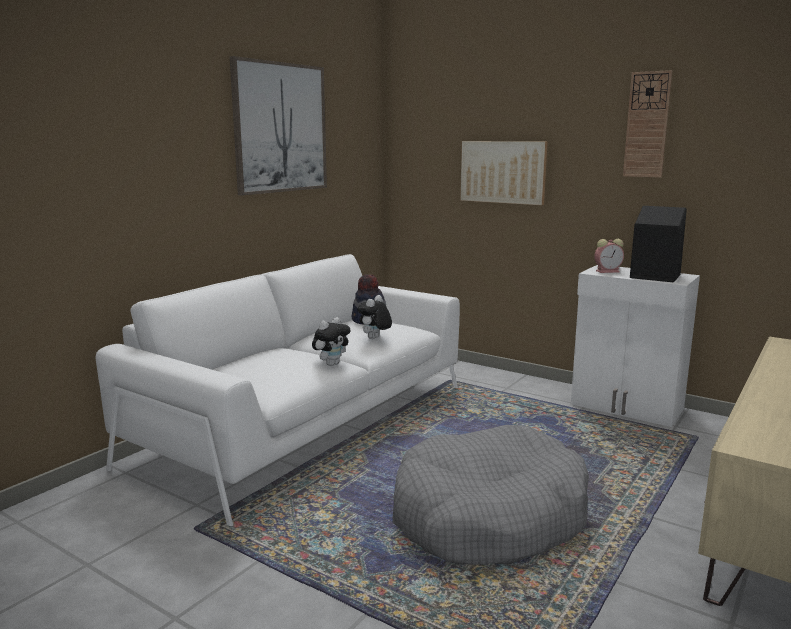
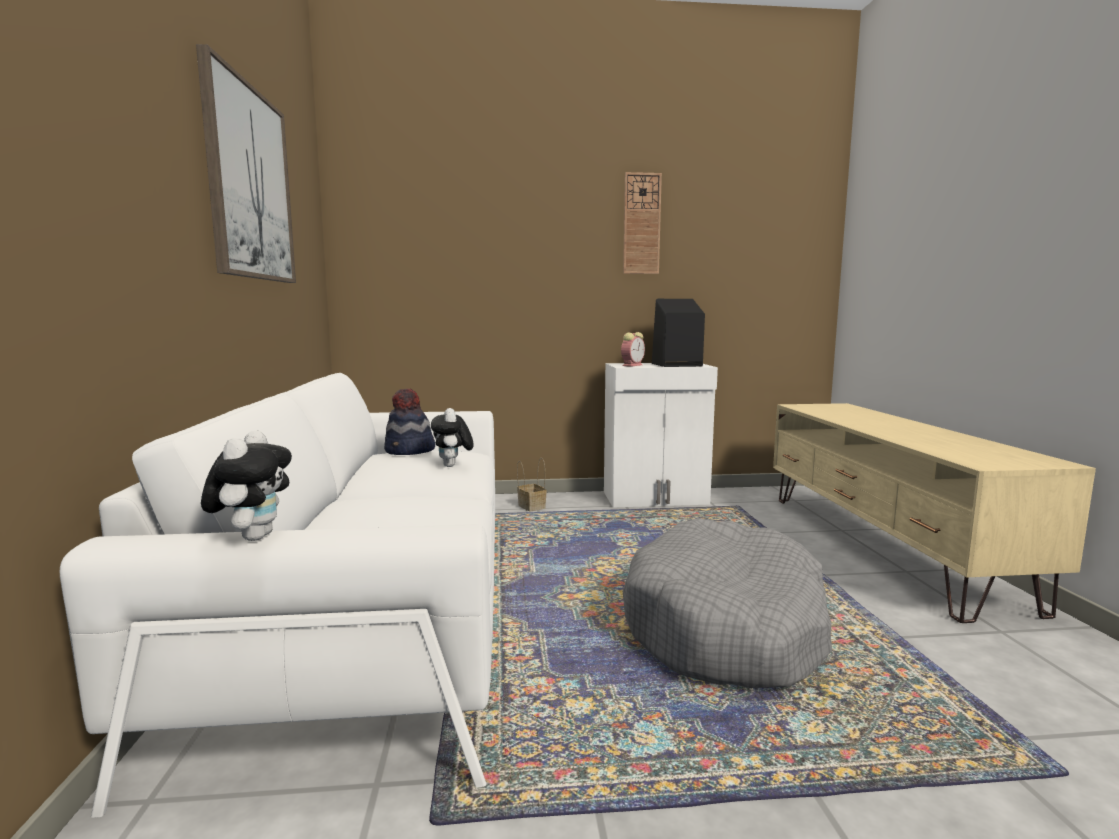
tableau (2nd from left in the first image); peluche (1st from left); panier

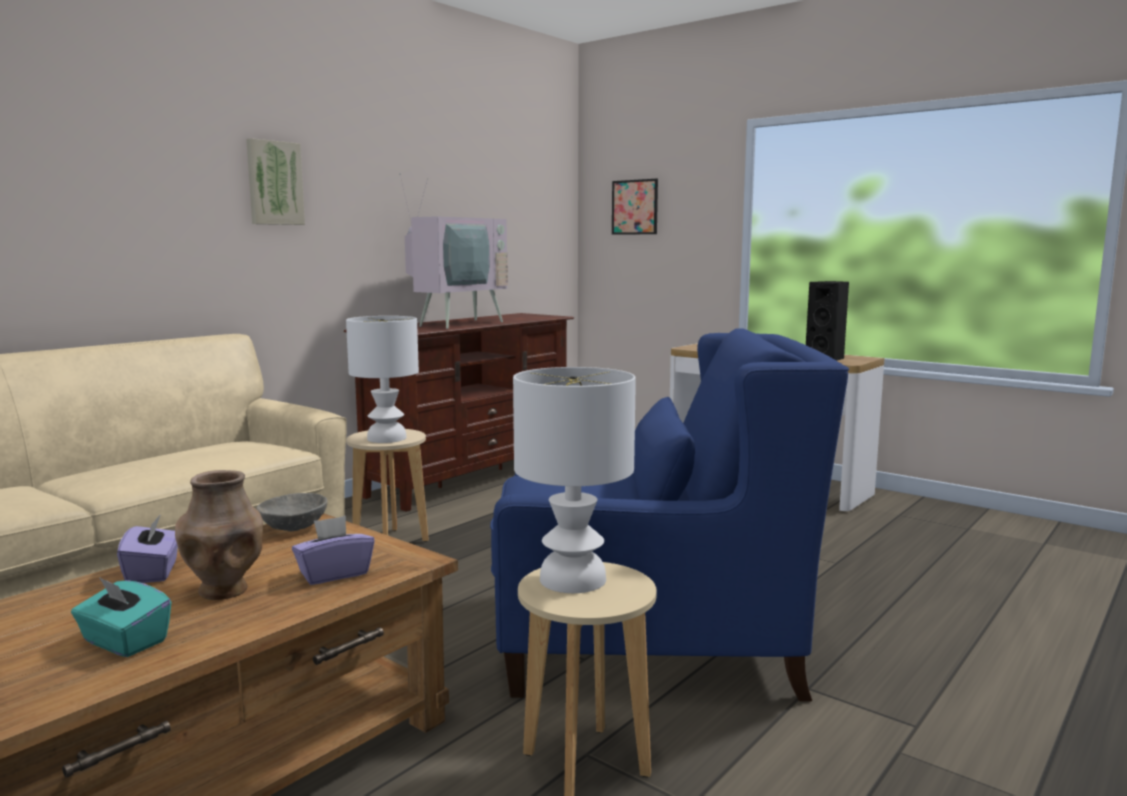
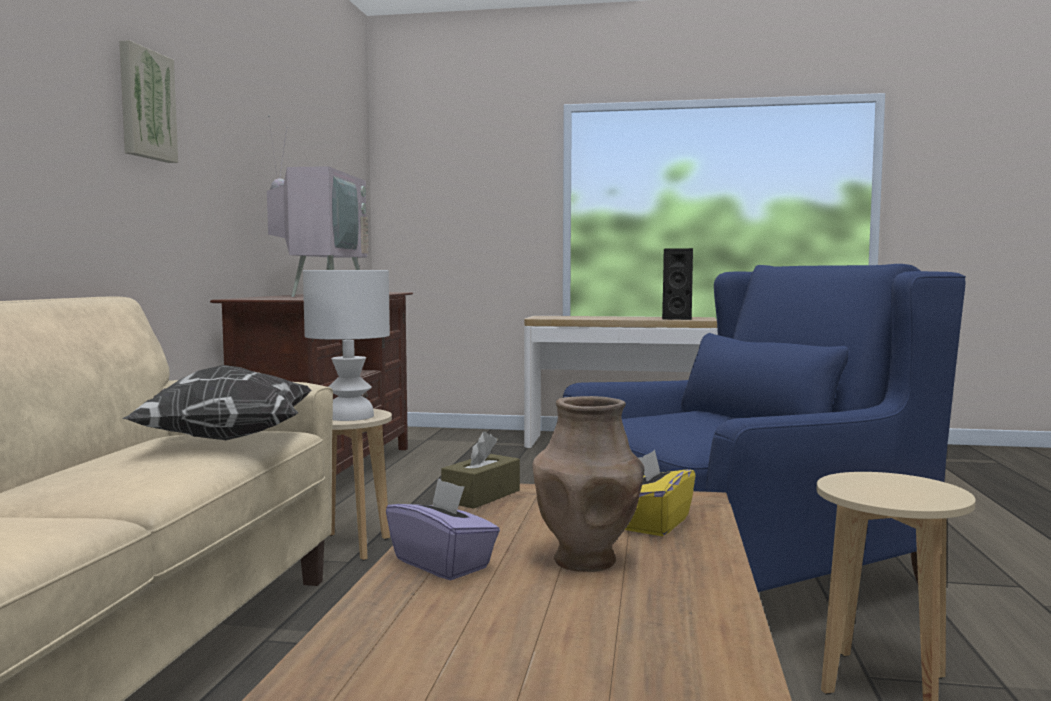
tableau (2nd from left in the first image); lampe de table [blanc] (2nd from left in the first image); boîte à mouchoirs [marron]; boîte à mouchoirs [jaune]; boîte à mouchoirs [turquoise]; coussin

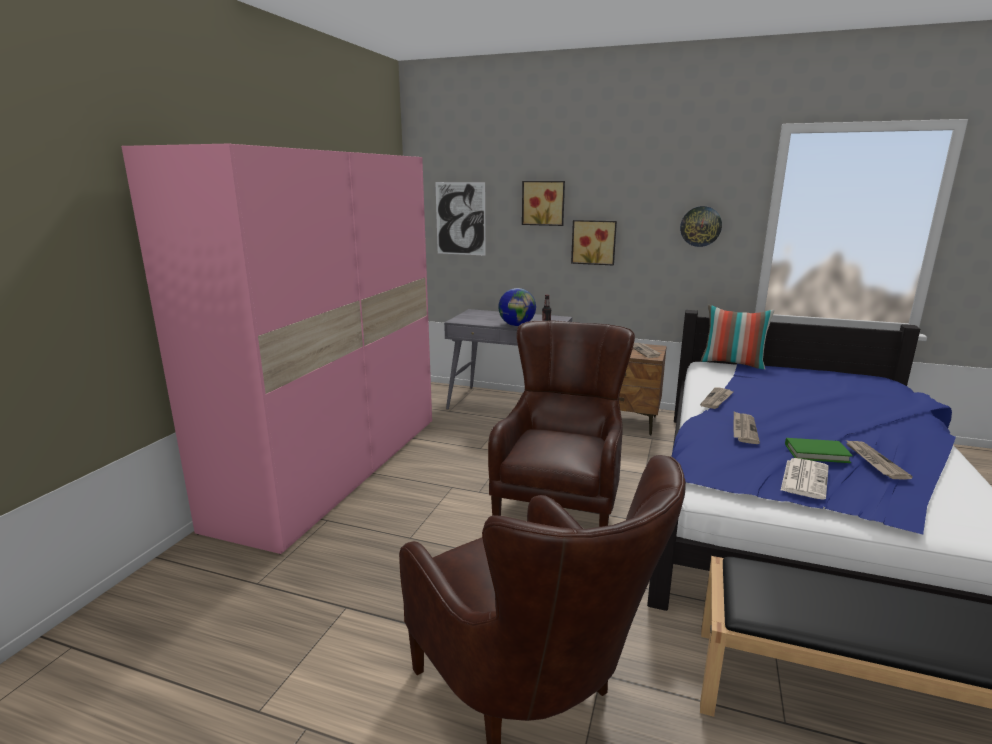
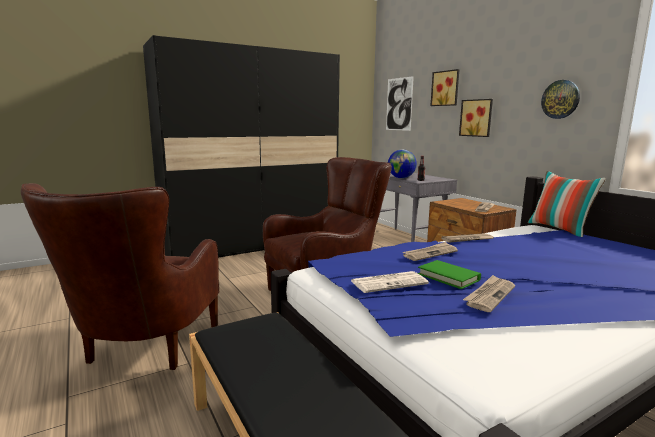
armoire [noir]

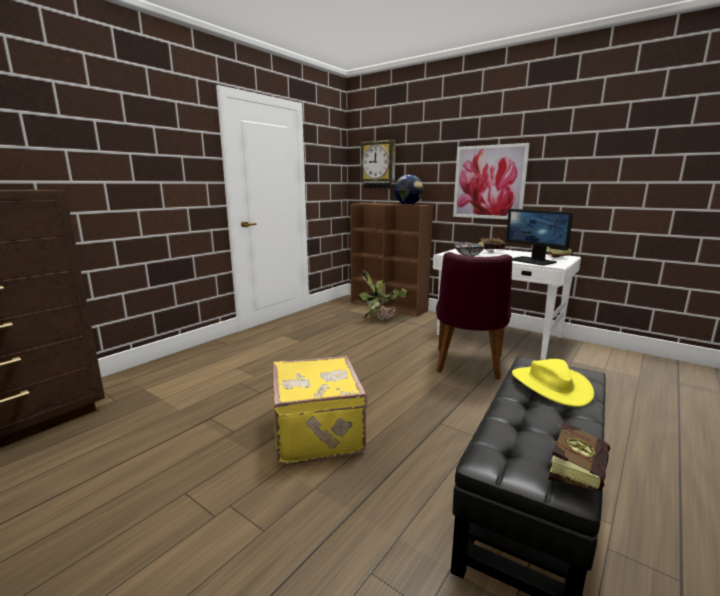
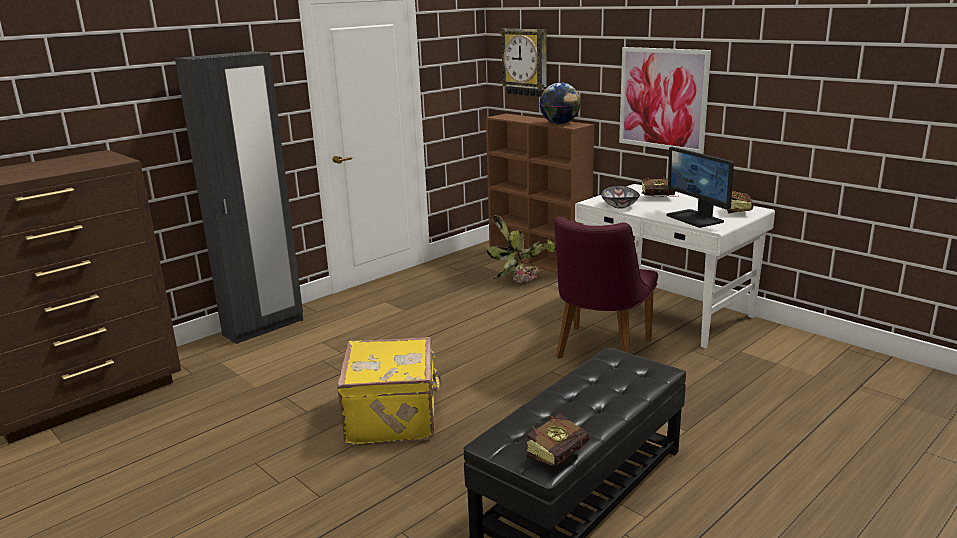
chapeau [jaune]; armoire [noir]

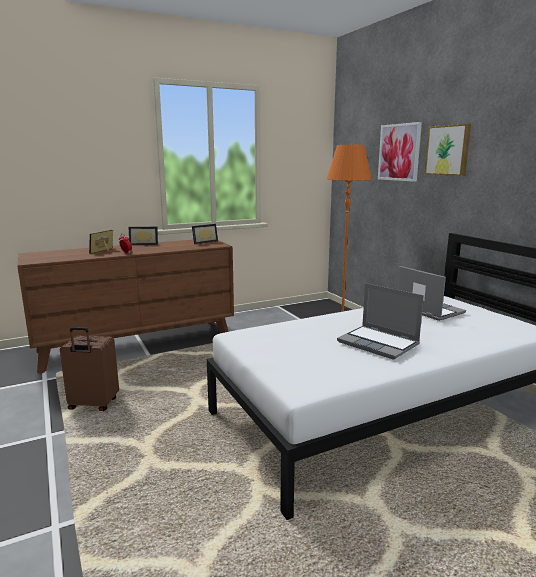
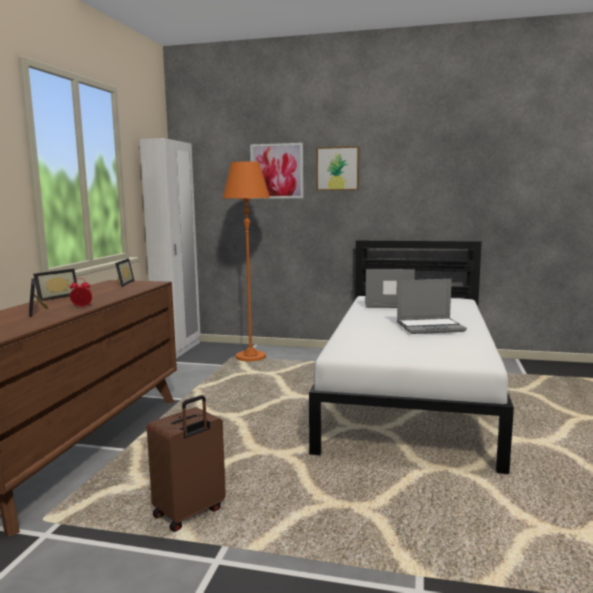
armoire [blanc]

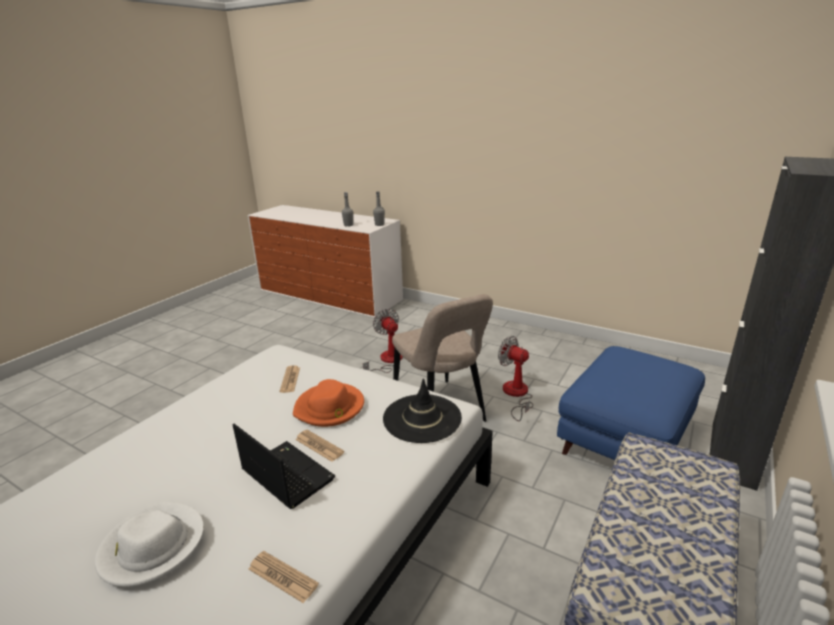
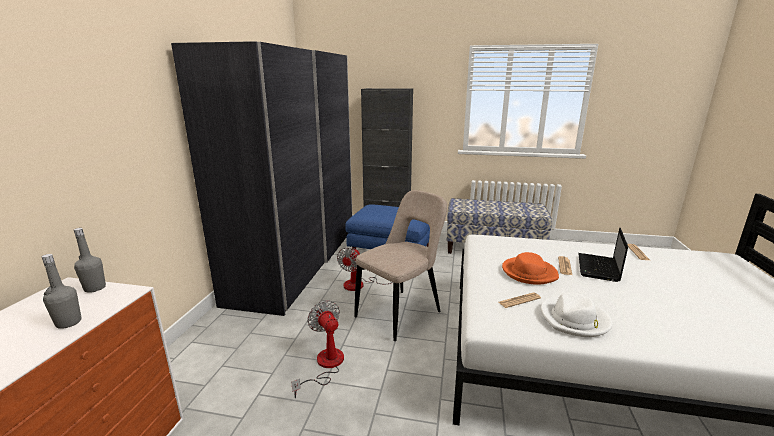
ventilateur (1st from left); chapeau [noir]; chapeau [blanc]; armoire [gris]

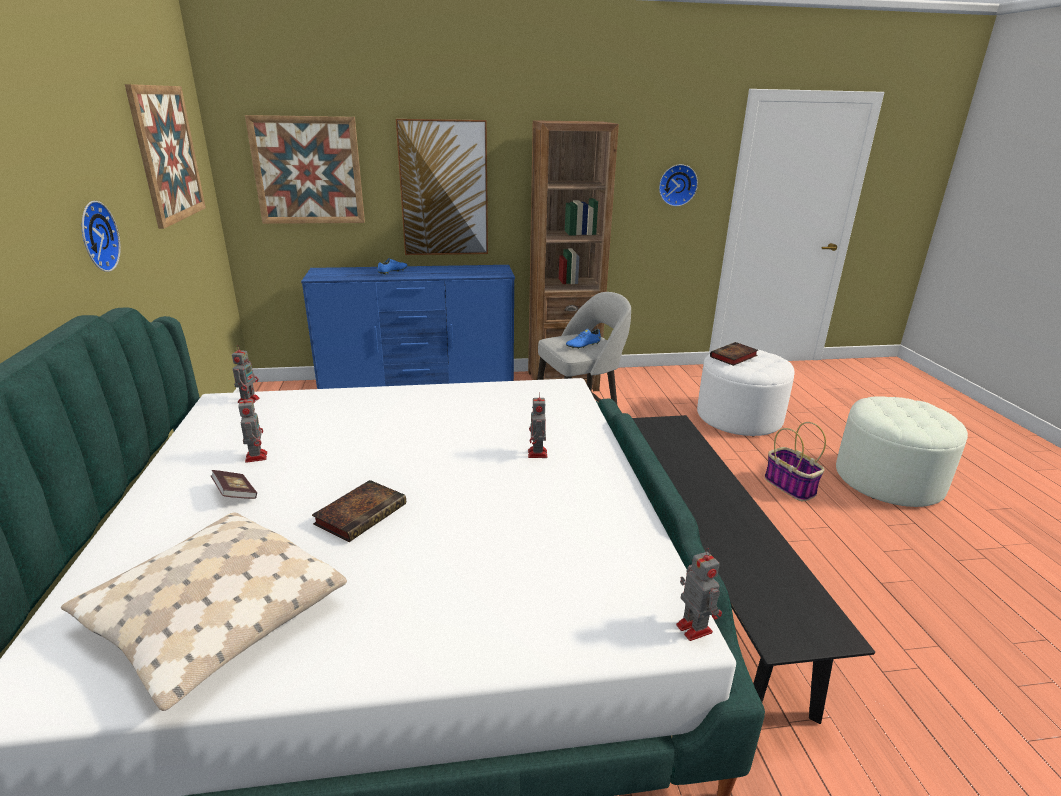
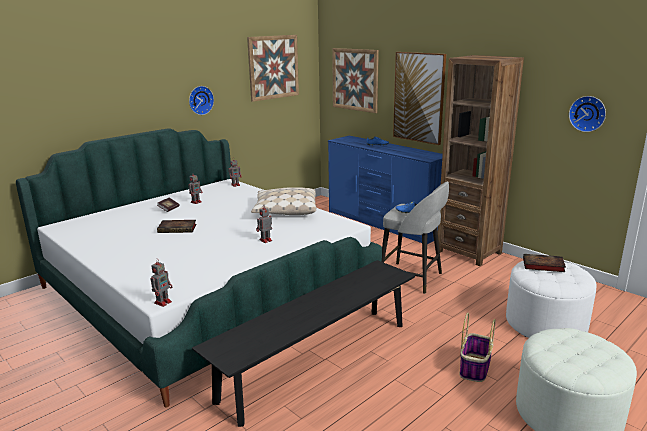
coussin [beige]

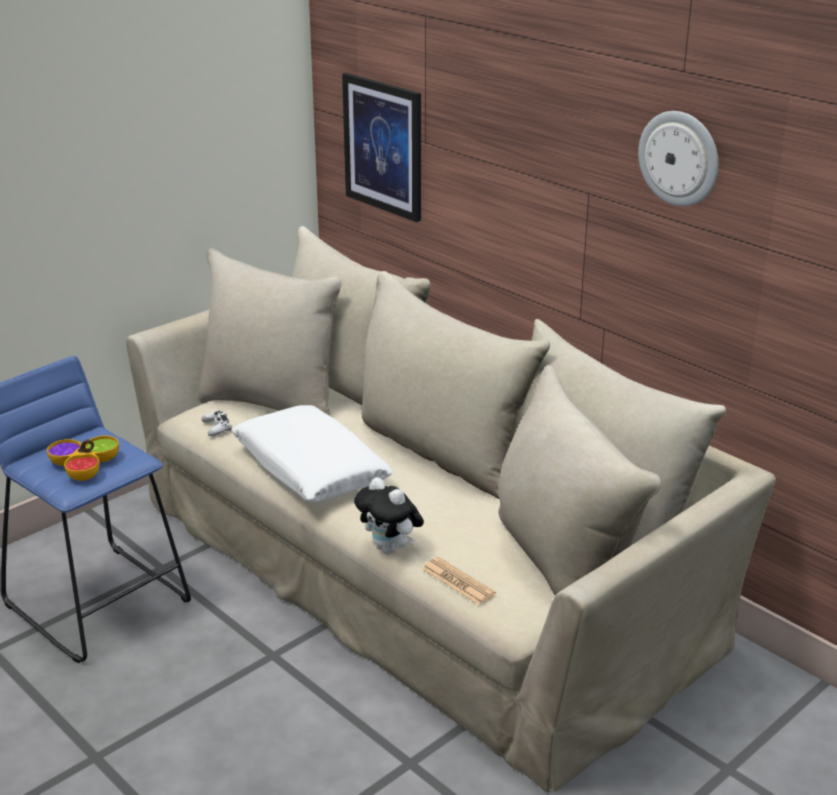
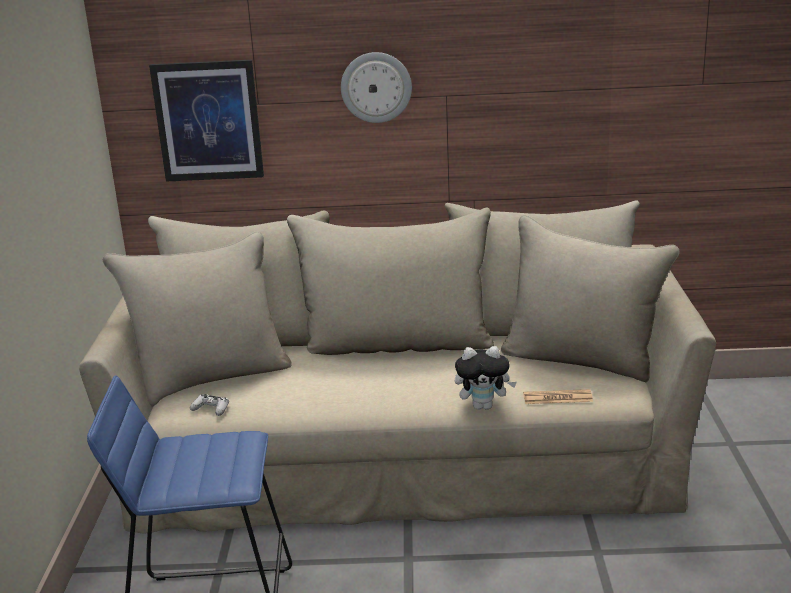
horloge murale; coussin [blanc]; bol

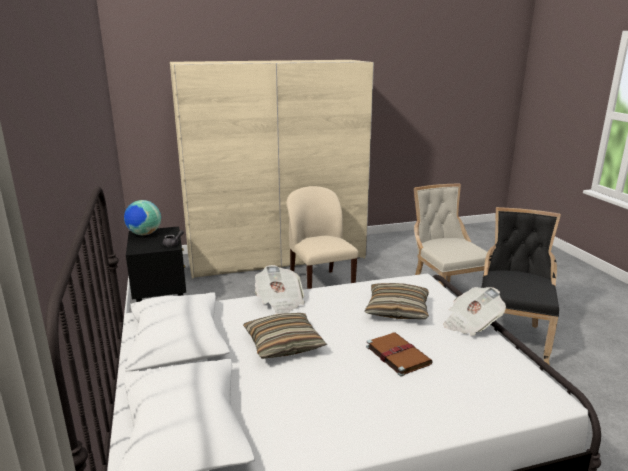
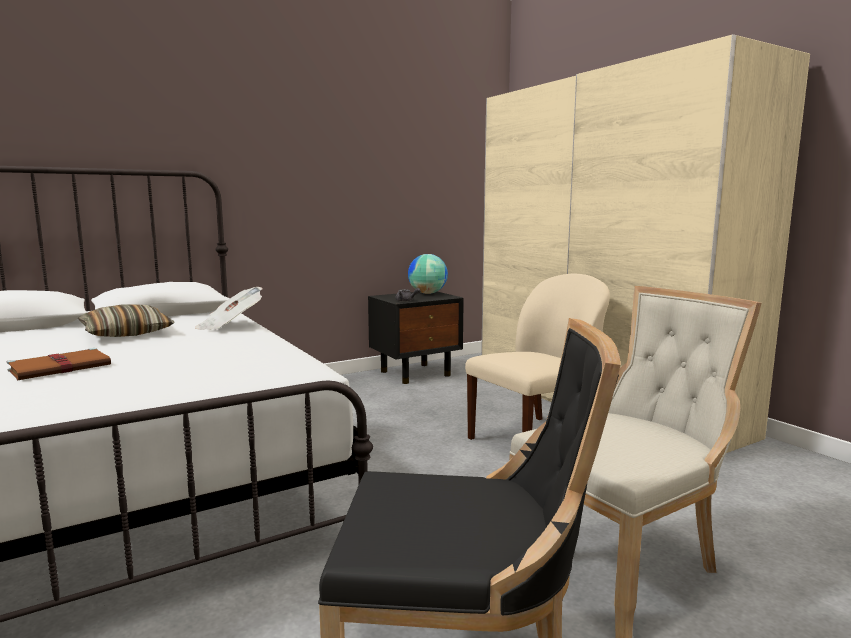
coussin (2nd from left in the first image); journal (2nd from left in the first image)

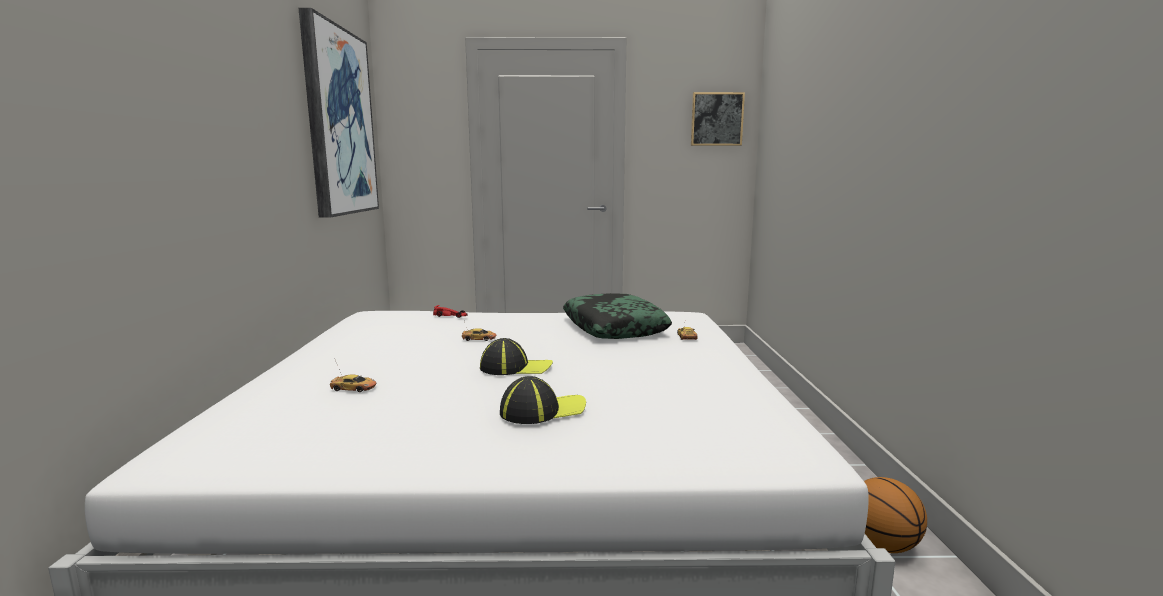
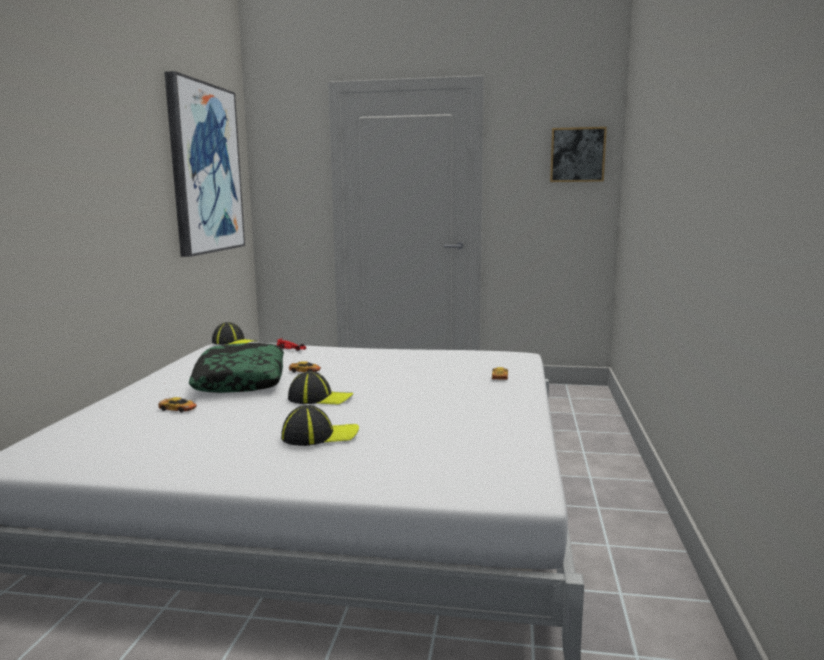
coussin; ballon de basket; casquette (1st from left)

